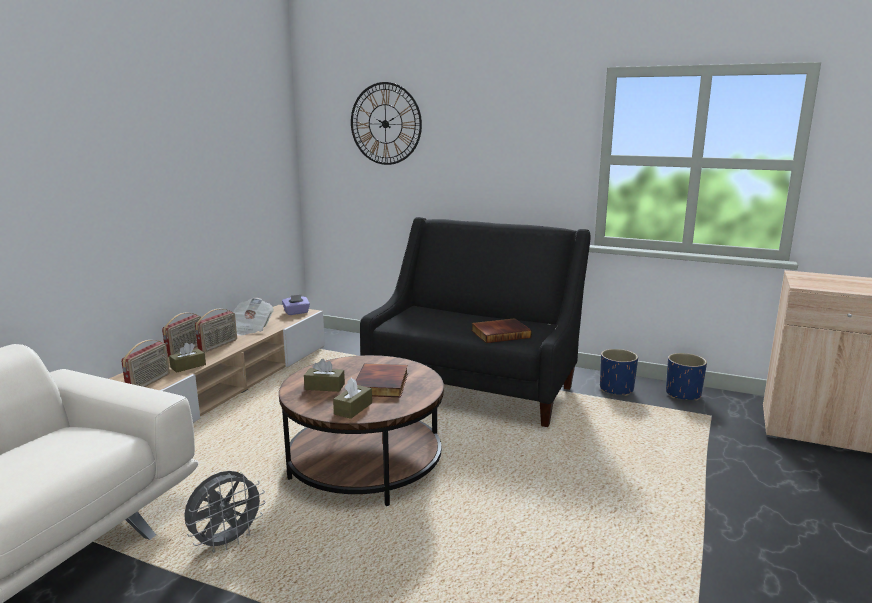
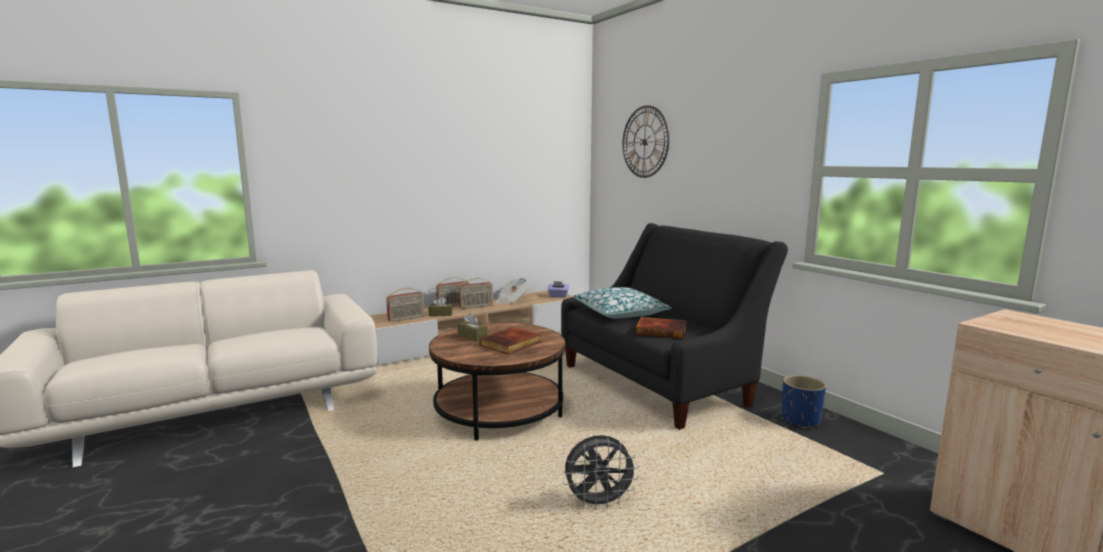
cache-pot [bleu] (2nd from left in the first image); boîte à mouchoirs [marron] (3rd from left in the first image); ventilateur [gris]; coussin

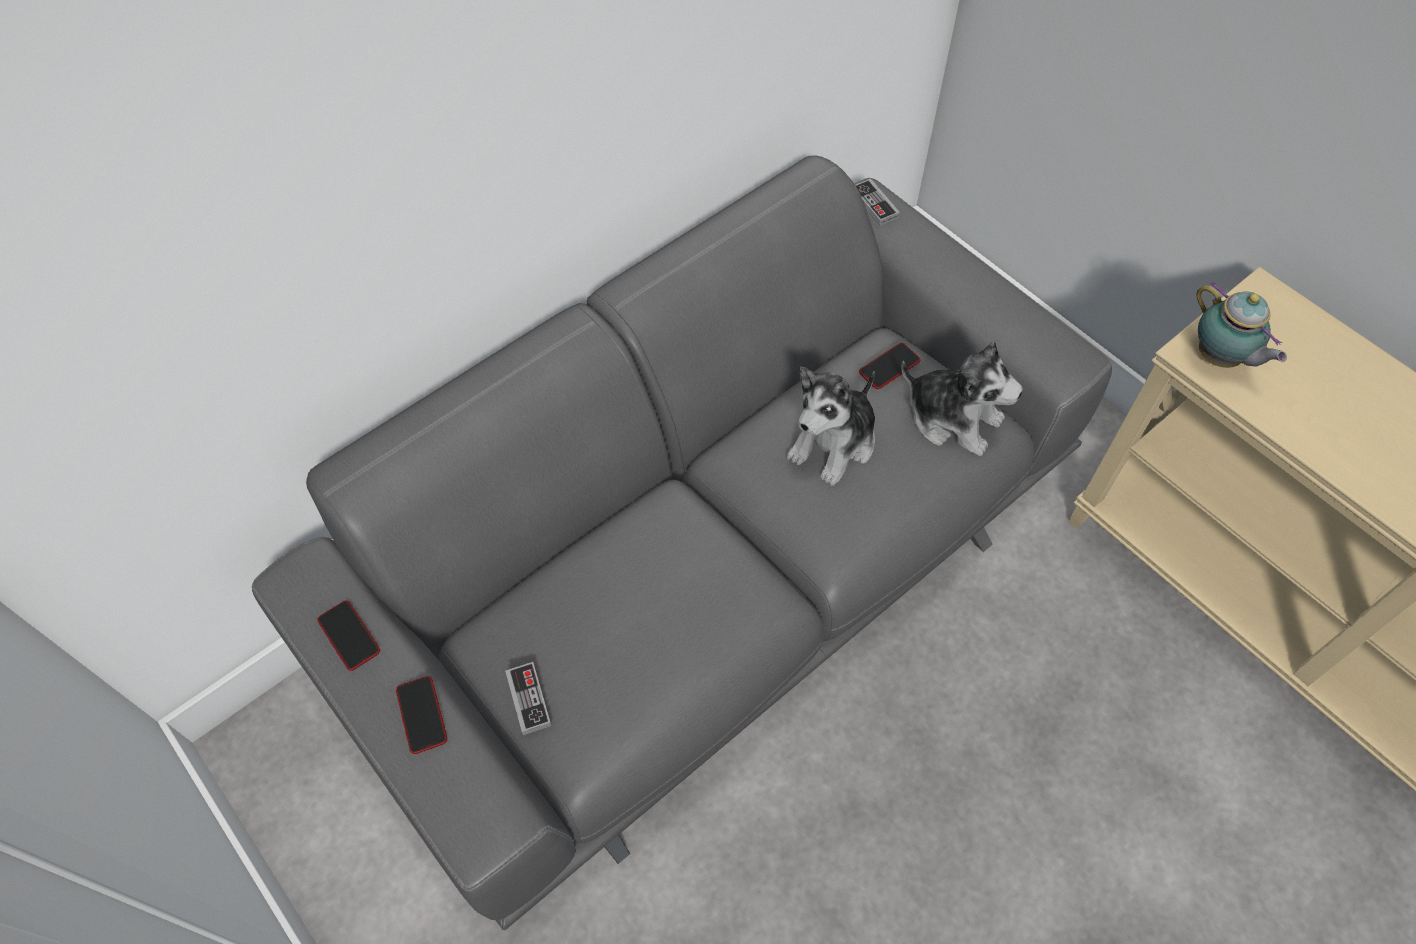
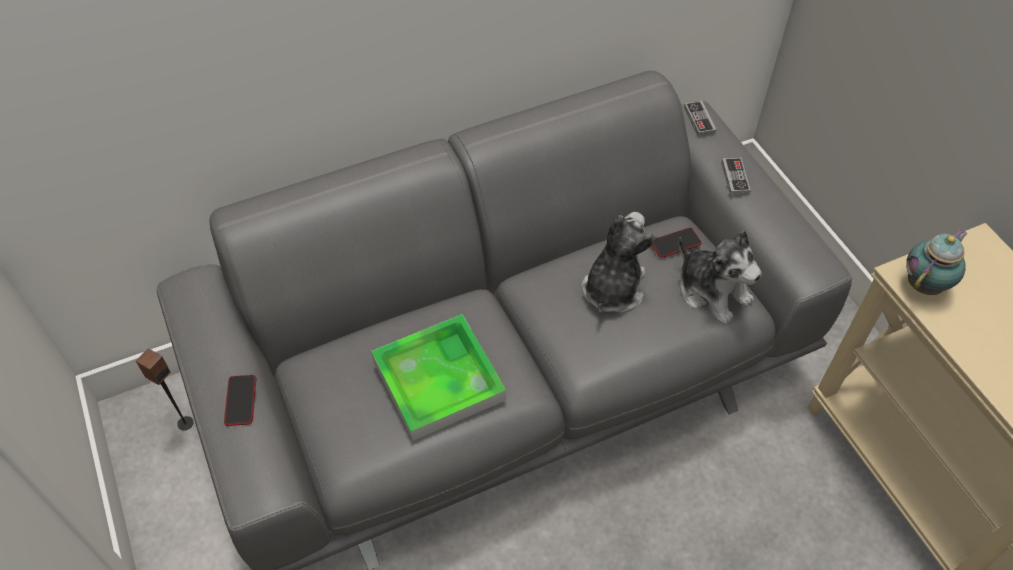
théière; peluche (1st from left); téléphone (1st from left in the first image); manette (2nd from left); plateau; enceinte

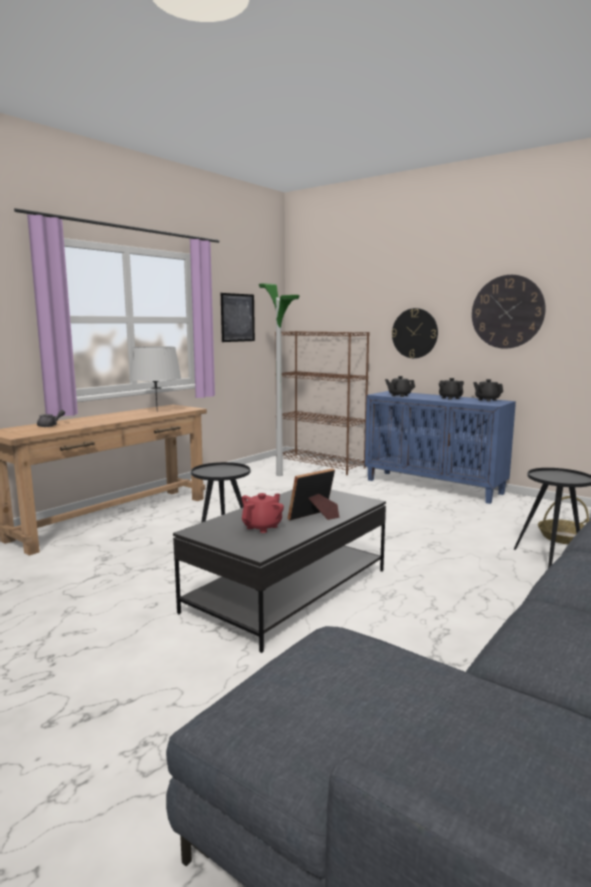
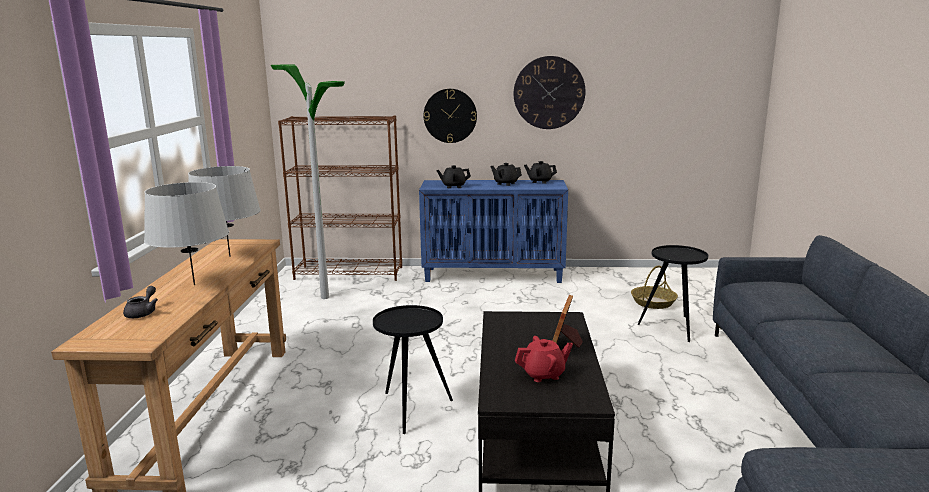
tableau; théière [rouge]; lampe de table [gris] (1st from left)

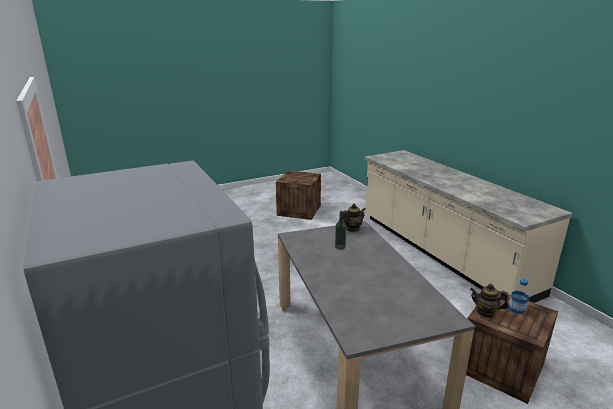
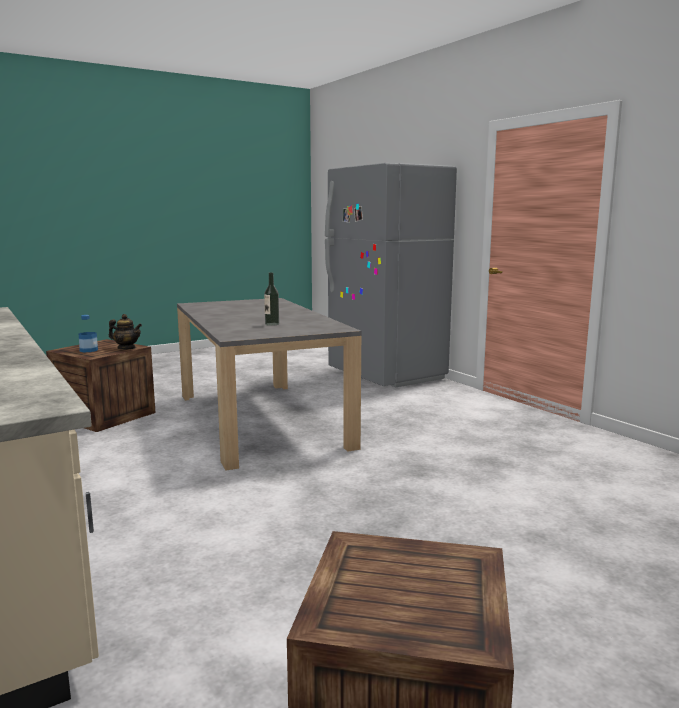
théière (1st from left in the first image)

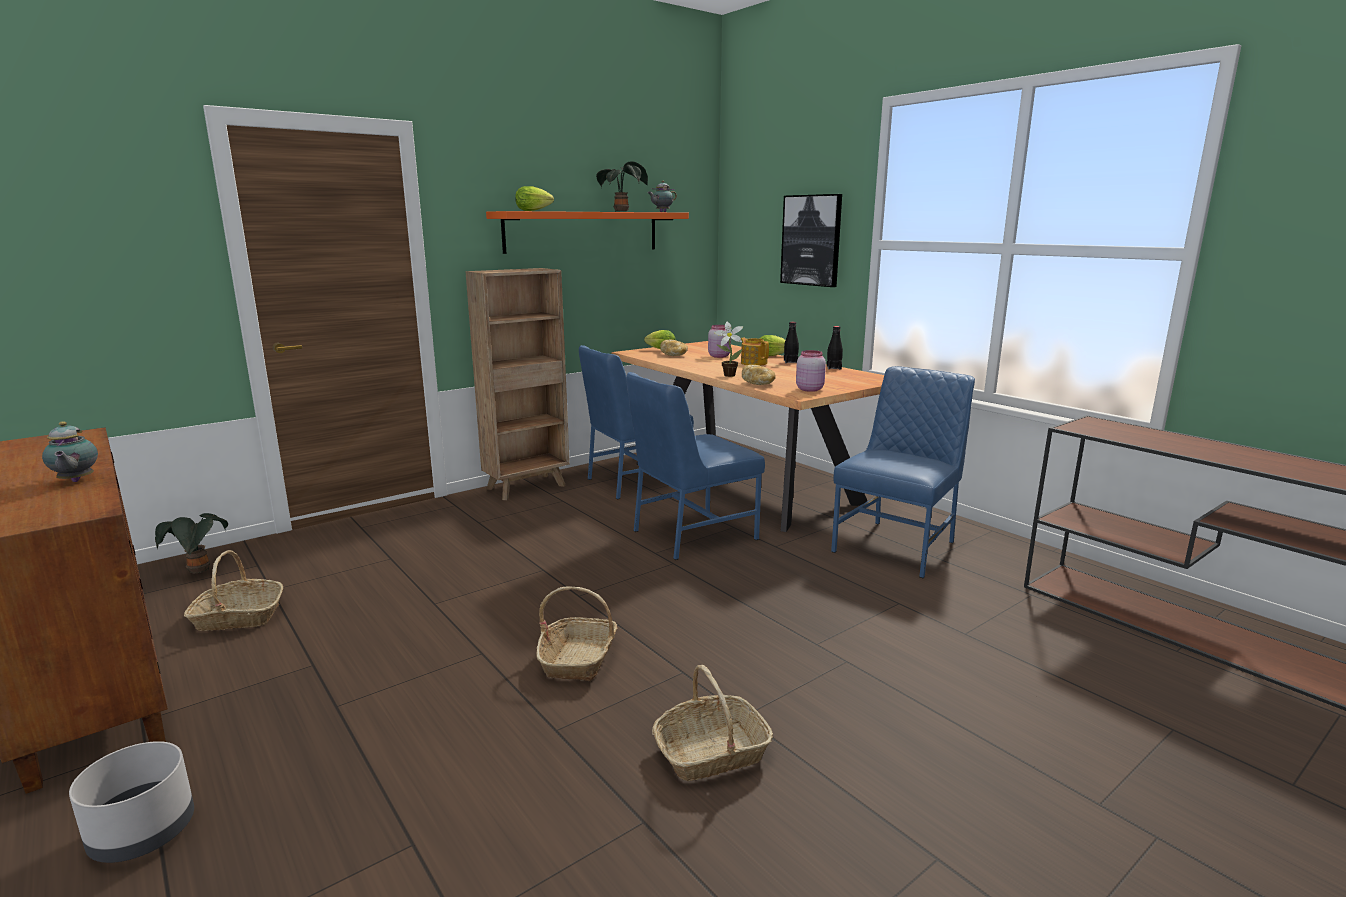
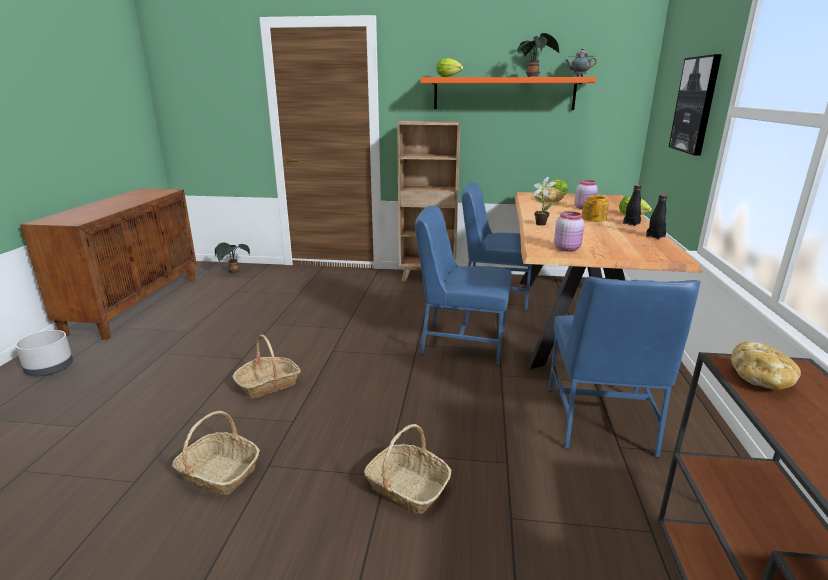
pain (2nd from left); chaise [bleu] (3rd from left); théière (1st from left in the first image); panier (3rd from left)

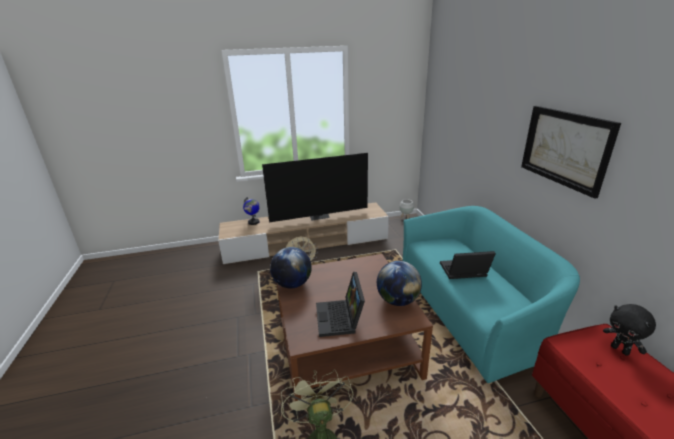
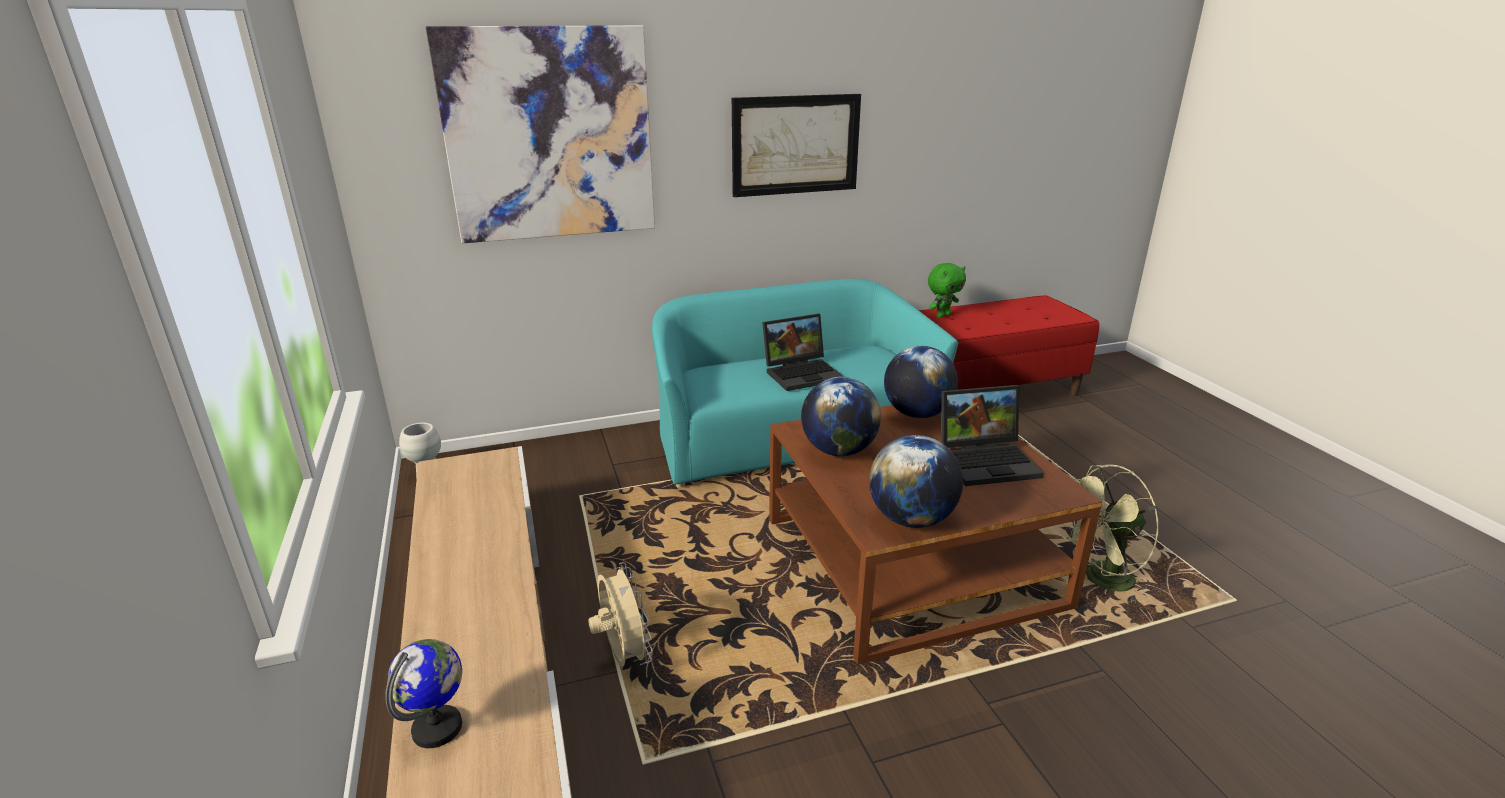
téléviseur; ordinateur portable (1st from left); peluche [vert]; tableau (1st from left); globe (2nd from left)

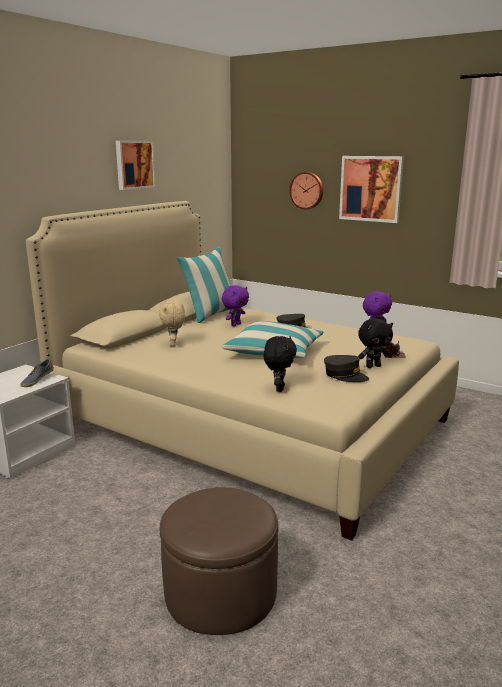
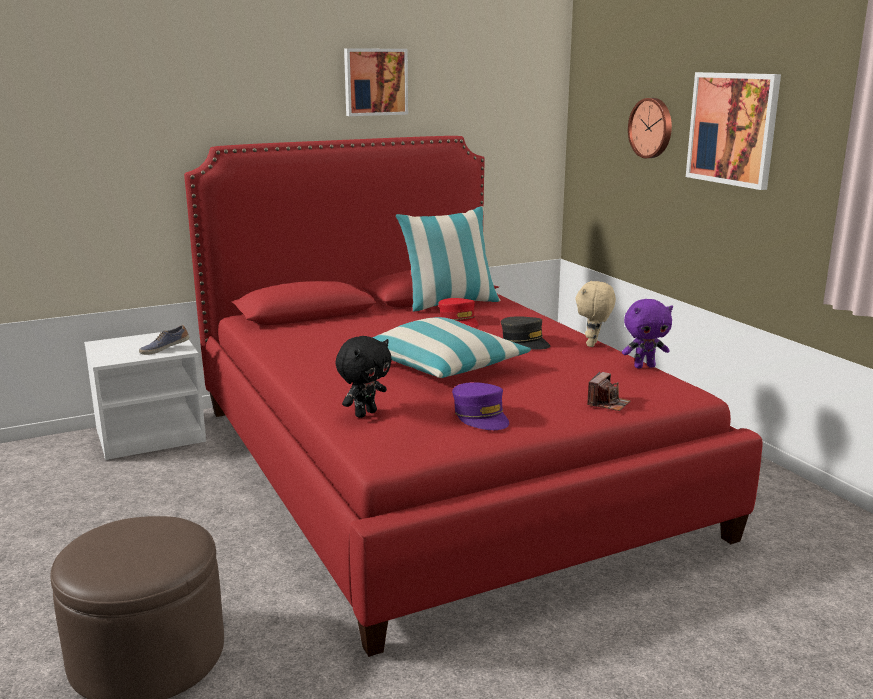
lit [rouge]; casquette [rouge]; peluche [beige]; peluche [noir] (2nd from left in the first image); casquette [violet]

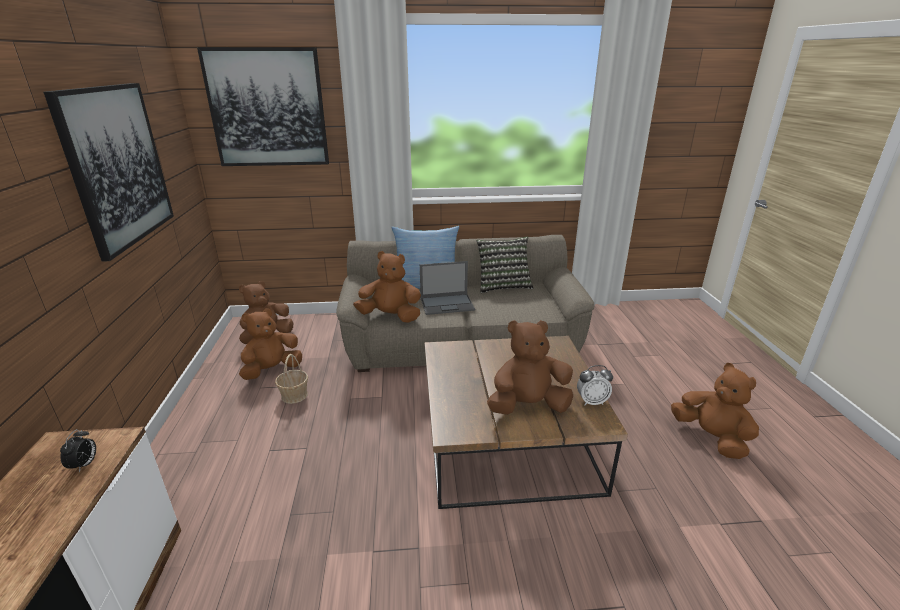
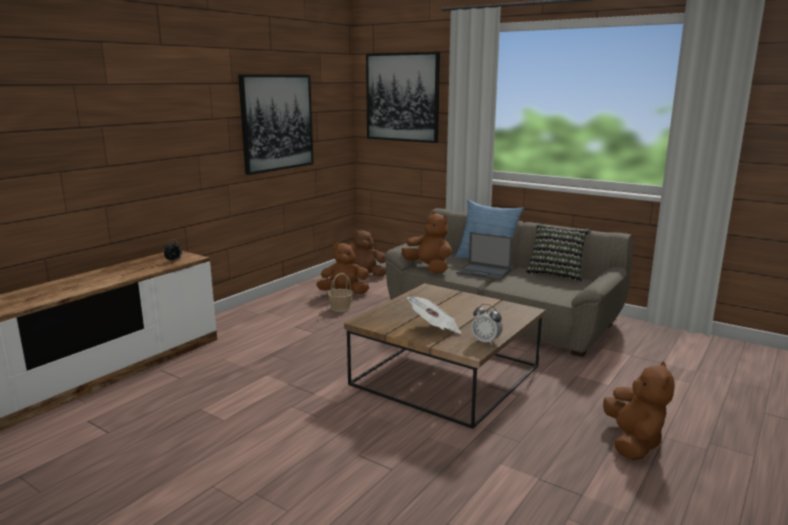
journal

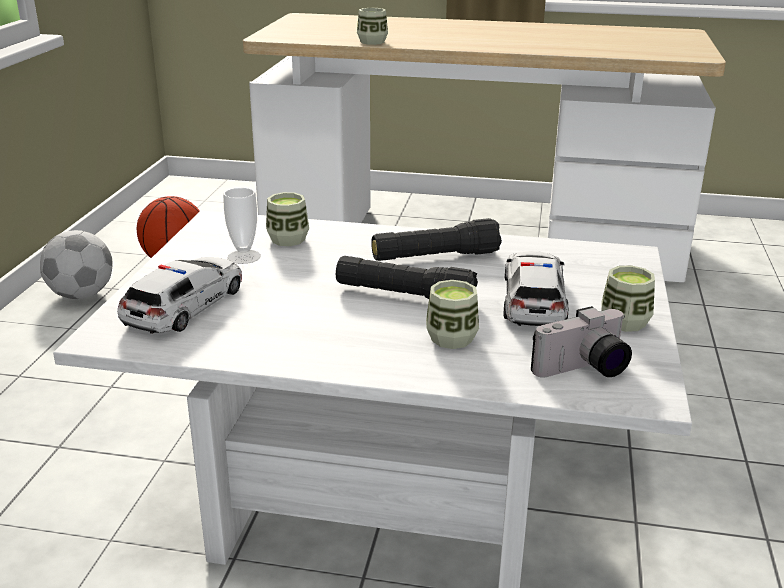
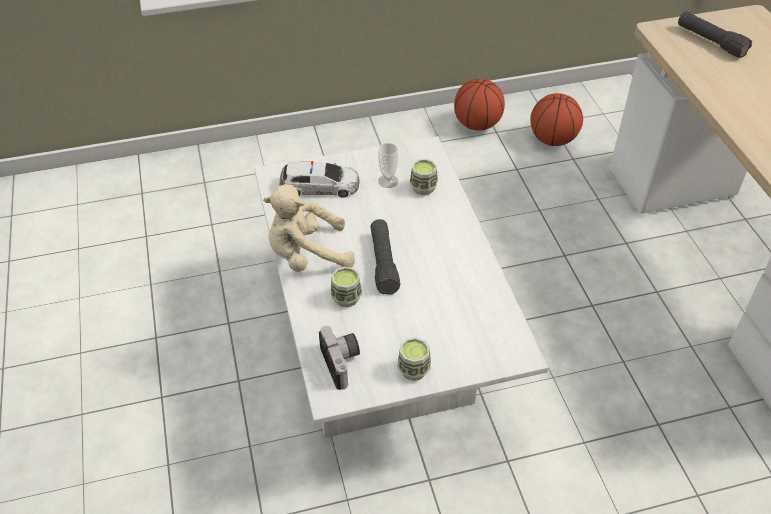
tasse (3rd from left in the first image); lampe de poche [noir] (2nd from left); ballon de basket (1st from left); petite voiture (2nd from left in the first image); appareil photo; peluche [beige]

